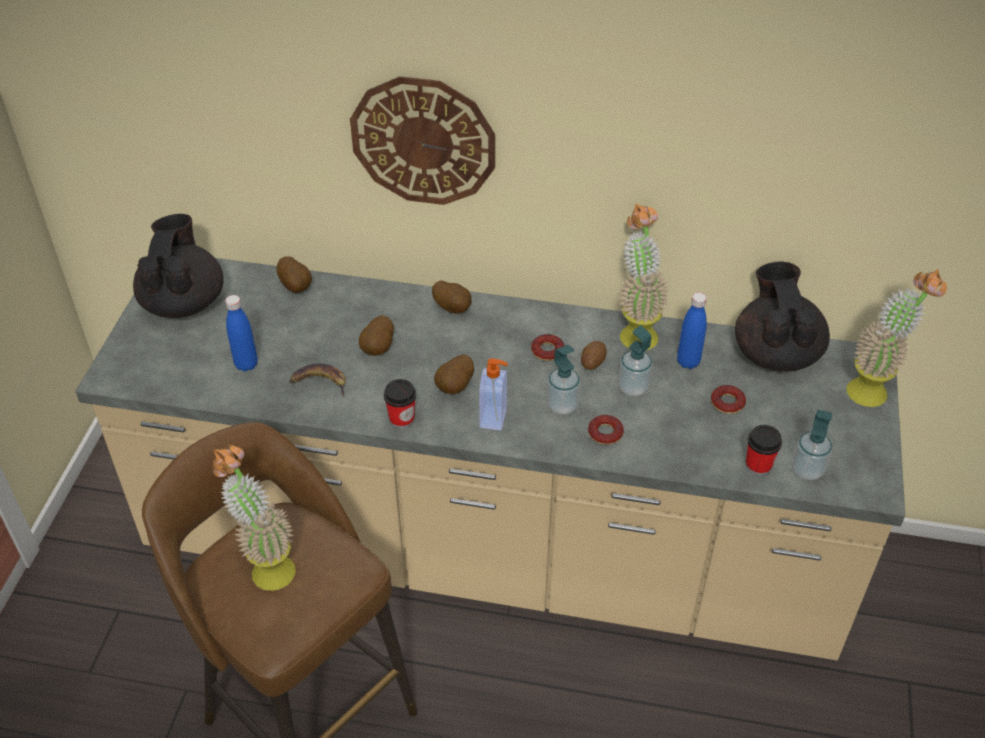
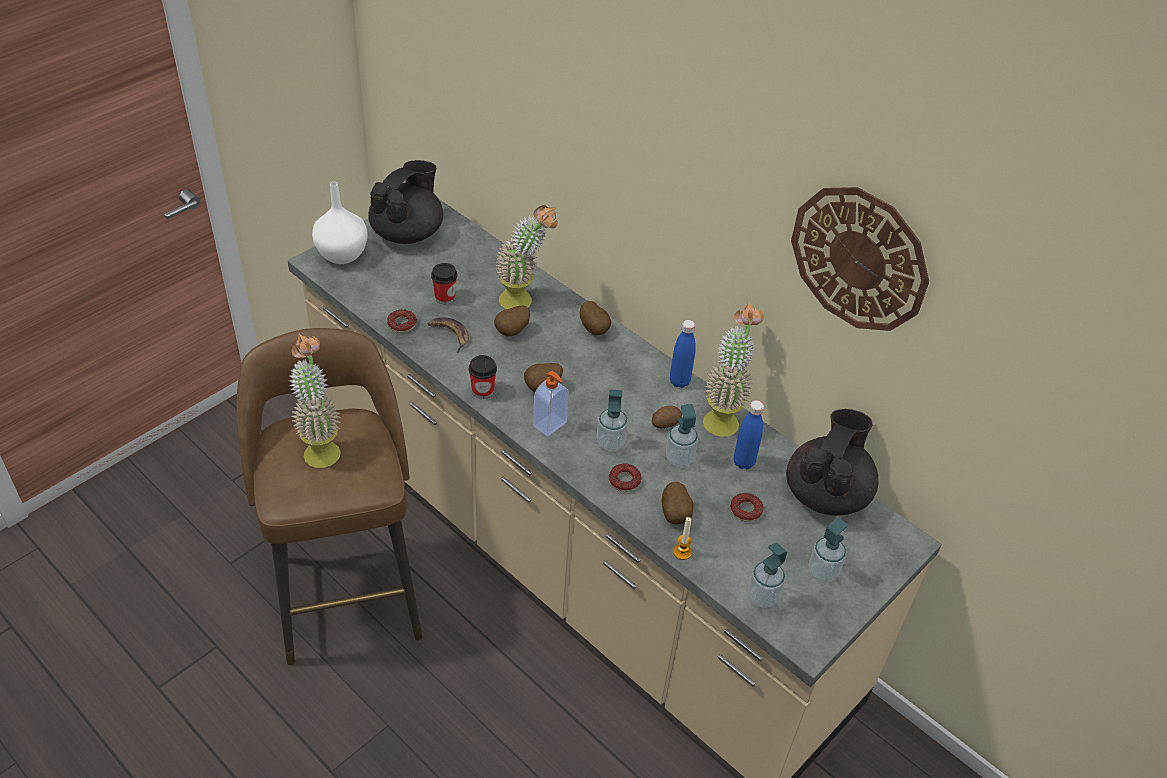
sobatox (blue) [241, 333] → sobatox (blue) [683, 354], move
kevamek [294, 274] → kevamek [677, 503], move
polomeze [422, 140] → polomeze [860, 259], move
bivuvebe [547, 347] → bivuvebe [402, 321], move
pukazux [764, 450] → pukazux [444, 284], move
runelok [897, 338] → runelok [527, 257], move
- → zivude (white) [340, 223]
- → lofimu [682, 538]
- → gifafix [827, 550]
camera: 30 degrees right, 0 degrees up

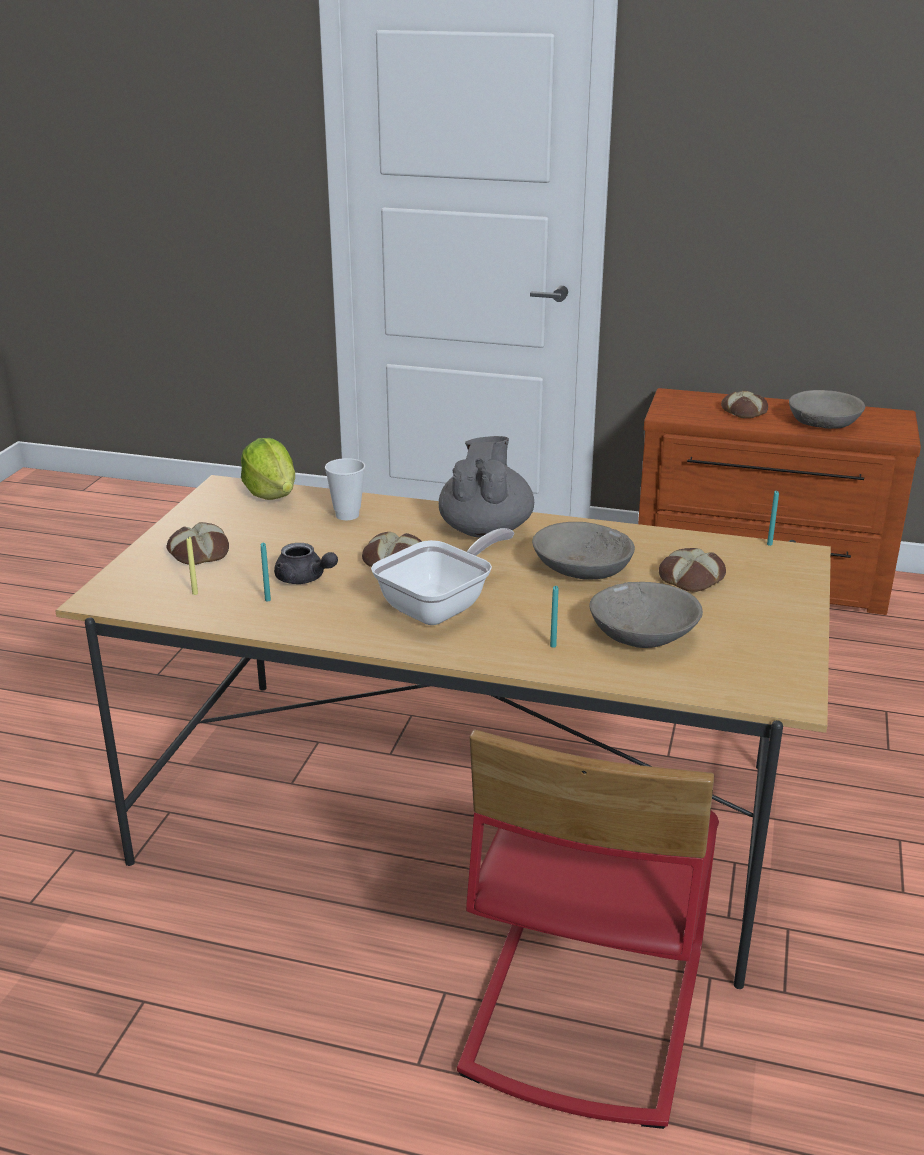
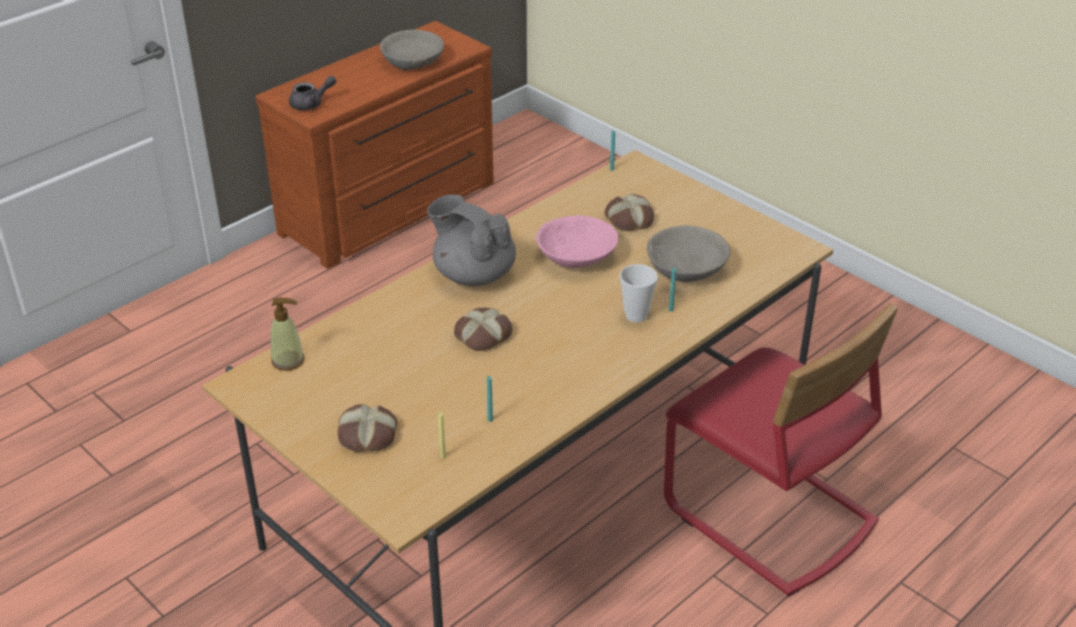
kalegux [268, 469] → gifafix [287, 334]
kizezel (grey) [306, 563] → kizezel (grey) [312, 93], move
pukazux [345, 489] → pukazux [639, 293], move
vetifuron [442, 576] → -
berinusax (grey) [583, 551] → berinusax (pink) [577, 241]
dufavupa [744, 404] → -
camera: 60 degrees left, 10 degrees up

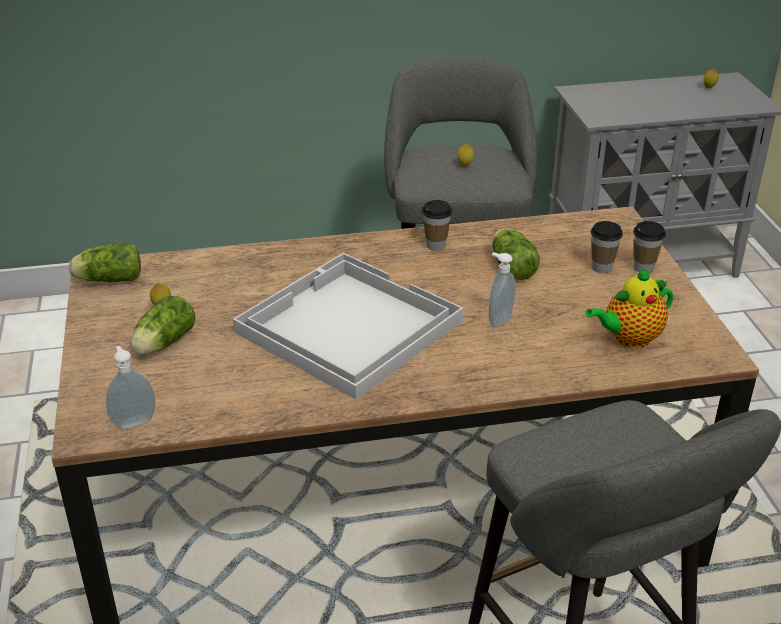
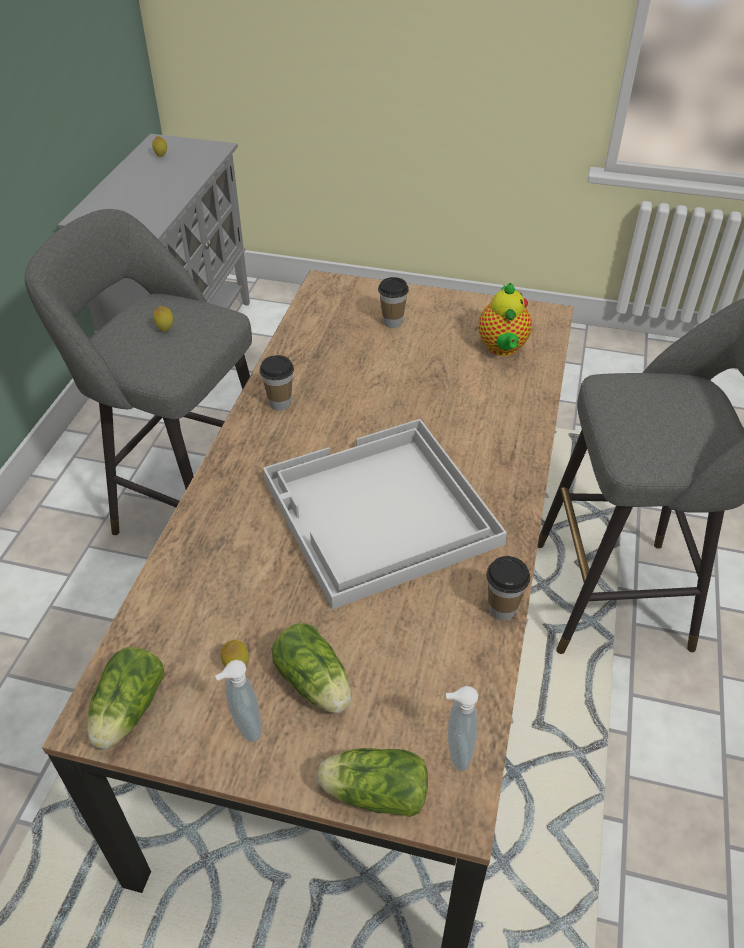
gifafix [502, 289] → gifafix [238, 701], move
kalegux [516, 254] → kalegux [373, 782], move
pukazux [649, 247] → pukazux [508, 588], move
camera: 65 degrees left, 10 degrees up

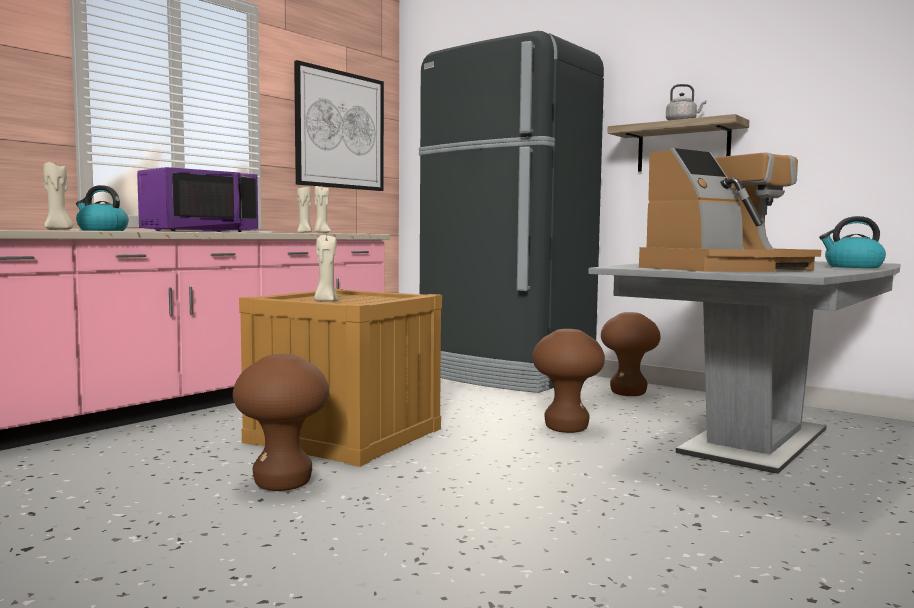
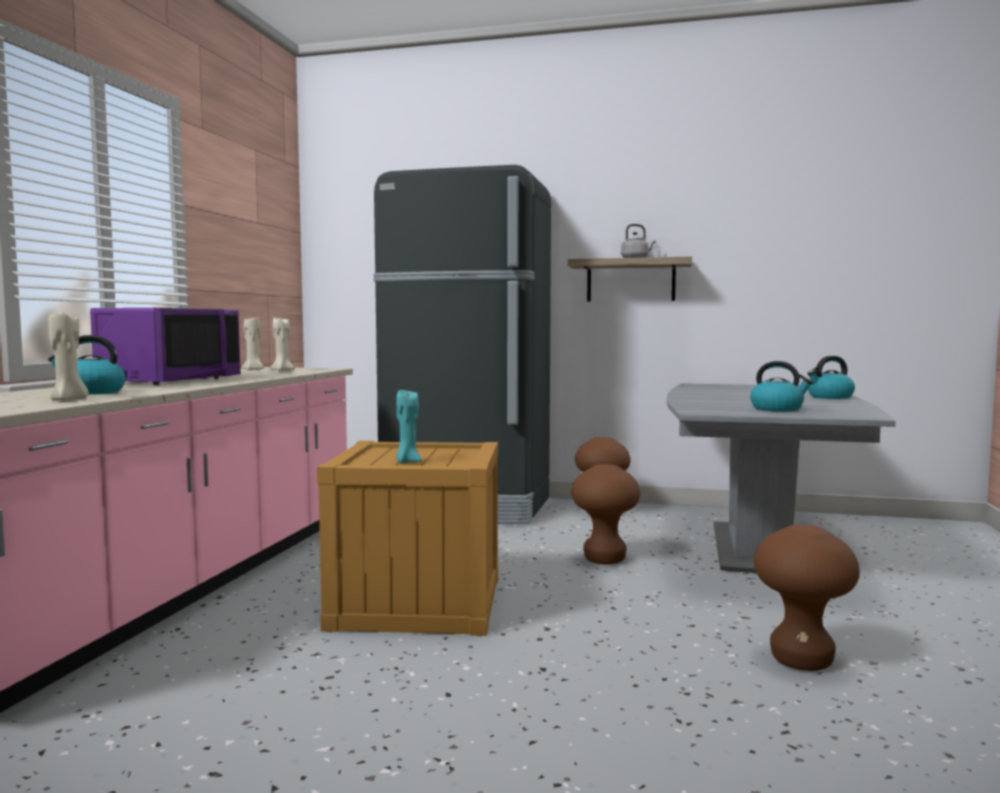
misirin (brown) [281, 422] → misirin (brown) [807, 597], move
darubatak [339, 125] → -
lofimu (beige) [326, 267] → lofimu (turquoise) [409, 425]
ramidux [730, 210] → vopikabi [781, 386]
camera: 25 degrees left, 0 degrees up

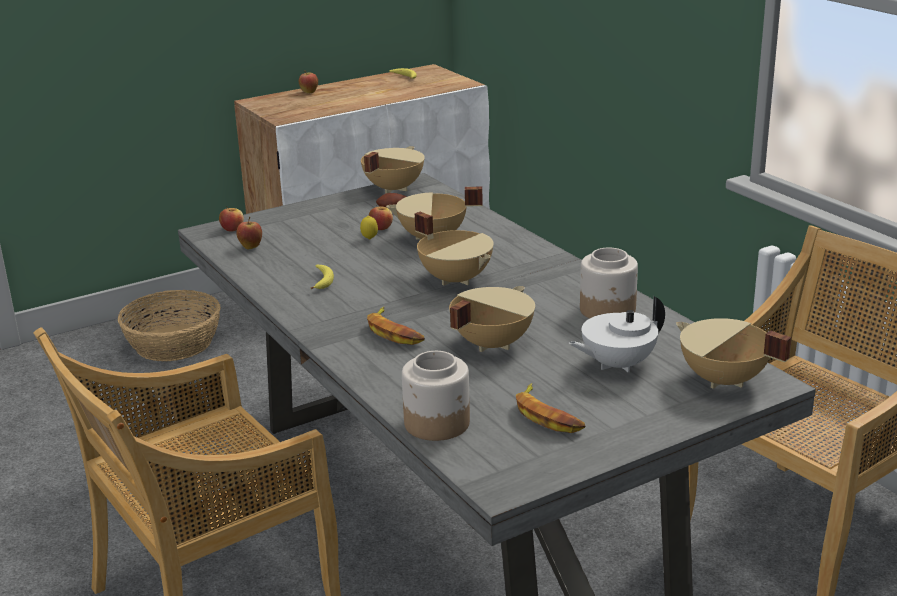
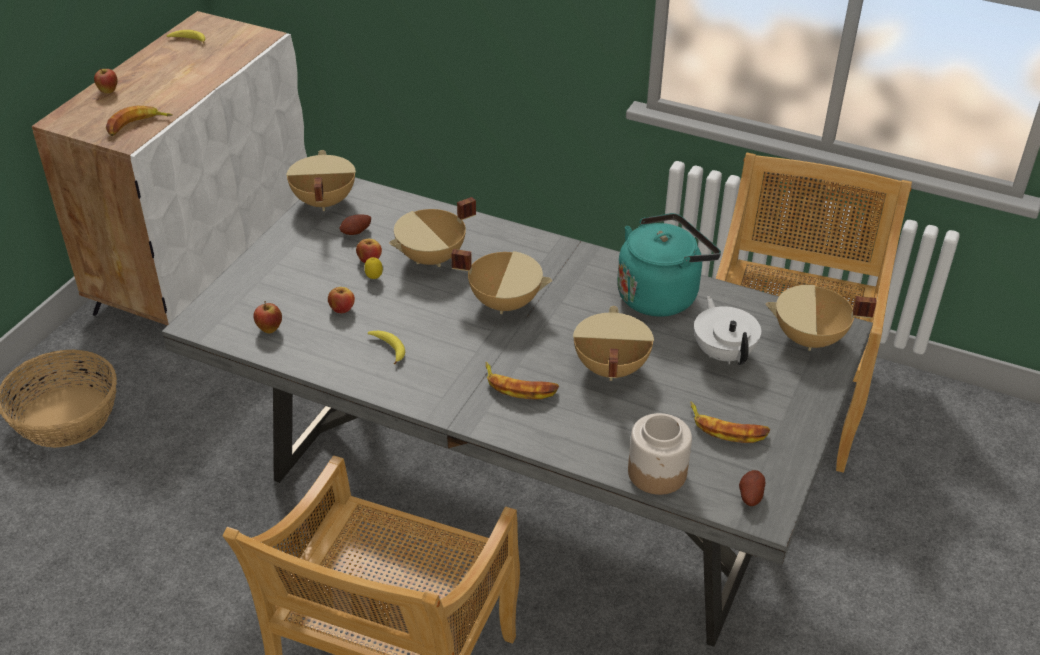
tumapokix [231, 218] → tumapokix [341, 300], move
kizezel (white) [616, 334] → kizezel (white) [727, 330], 135 degrees clockwise
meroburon [609, 283] → vopikabi (turquoise) [669, 265]
- → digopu [139, 121]
- → kevamek [752, 488]
camera: 35 degrees left, 15 degrees up

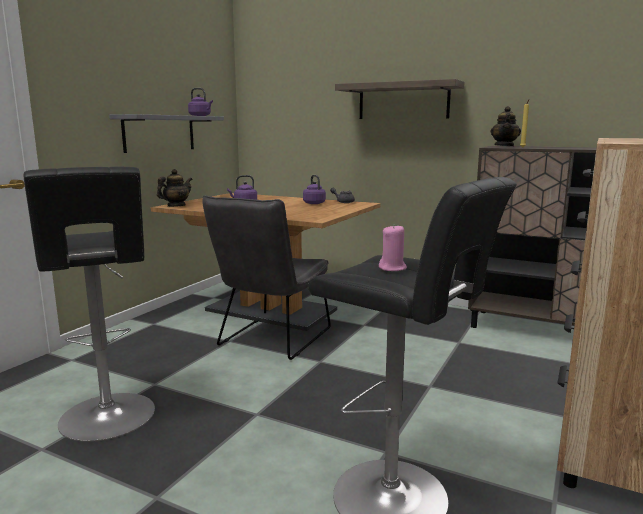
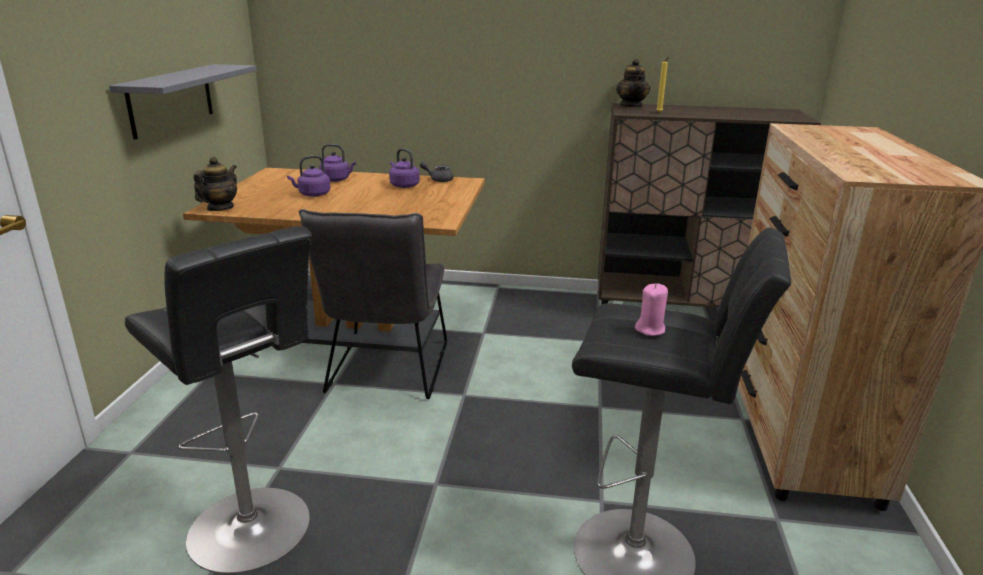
vopikabi (purple) [200, 102] → vopikabi (purple) [337, 163], move
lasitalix [400, 99] → -
camera: 20 degrees left, 10 degrees up

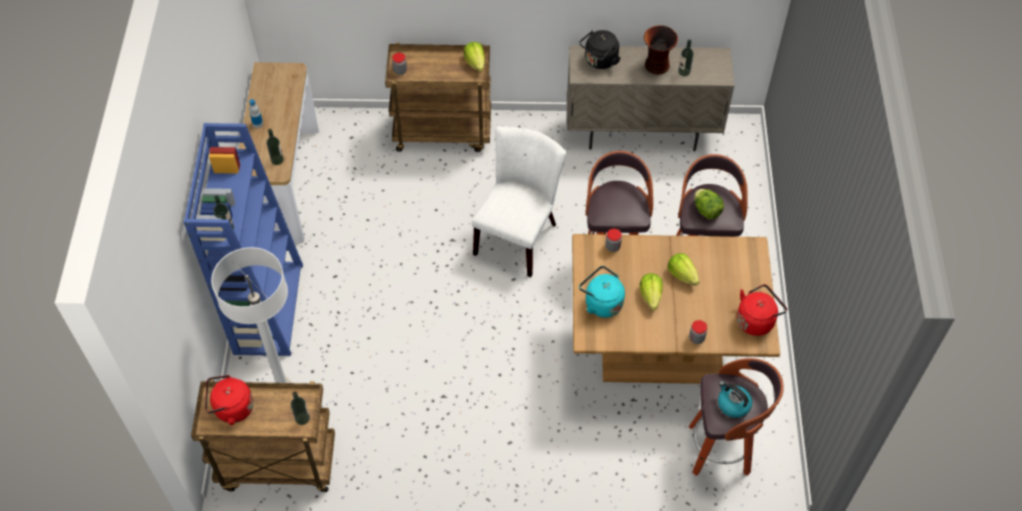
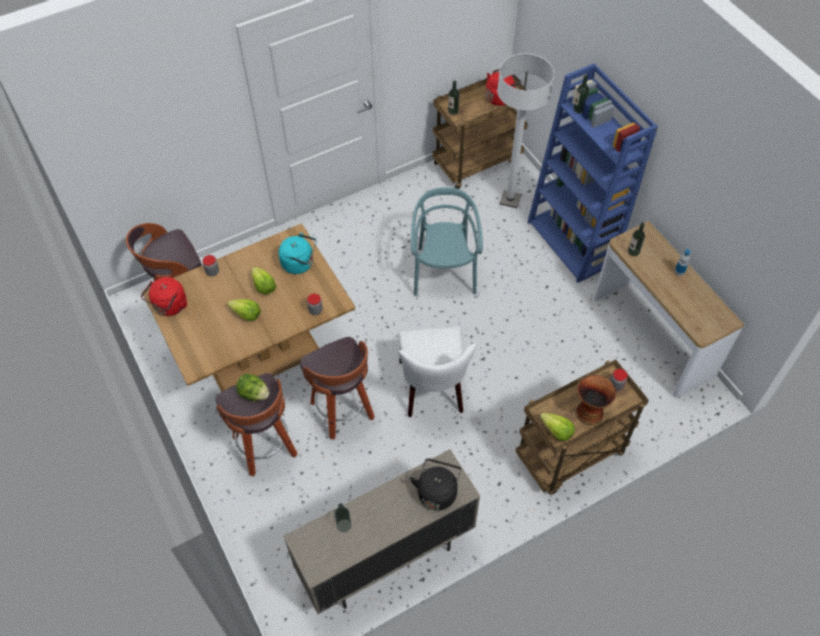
zivude [661, 50] → zivude [596, 400], move
vopikabi [735, 399] → -
- → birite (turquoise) [447, 241]
camera: 150 degrees right, 0 degrees up

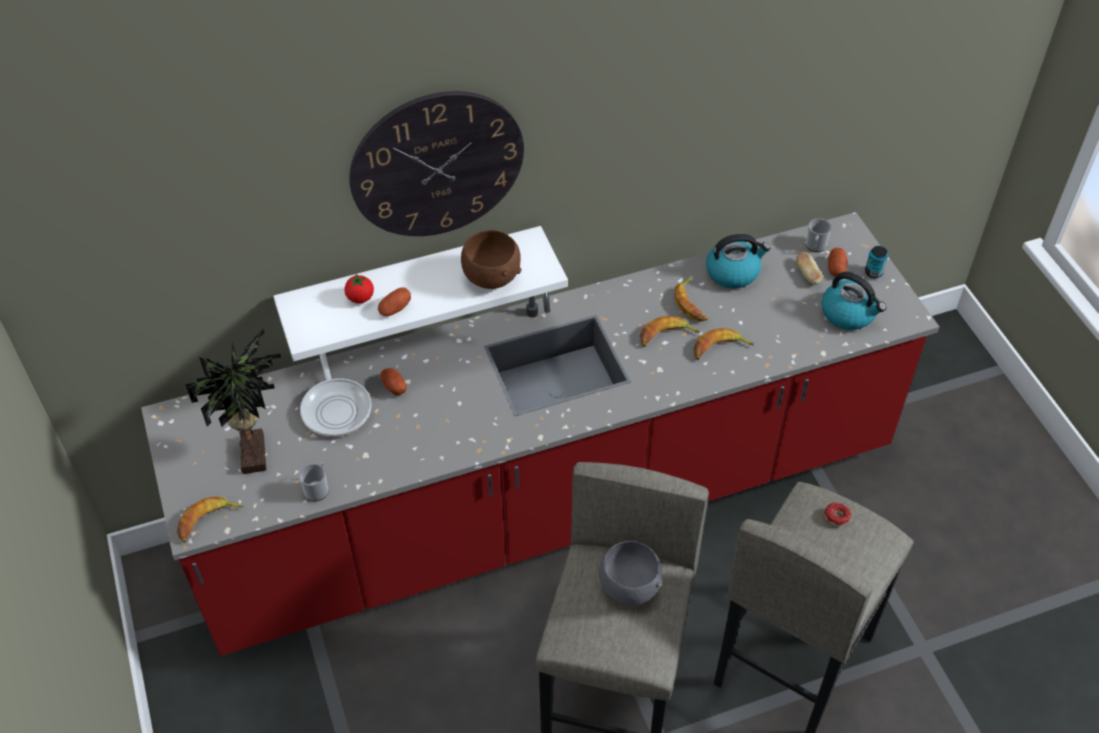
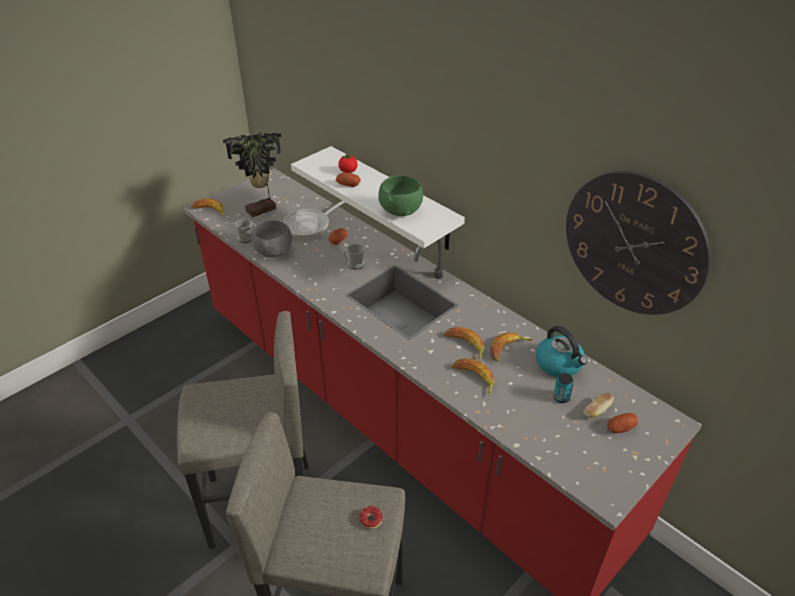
polomeze [436, 163] → polomeze [638, 243], move
berinusax (brown) [491, 259] → berinusax (green) [400, 195]
berinusax (grey) [631, 573] → berinusax (grey) [271, 238], move
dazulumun [819, 235] → dazulumun [353, 257], move
vopikabi [853, 301] → -
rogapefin [876, 262] → rogapefin [563, 388], move
camera: 65 degrees right, 10 degrees down

